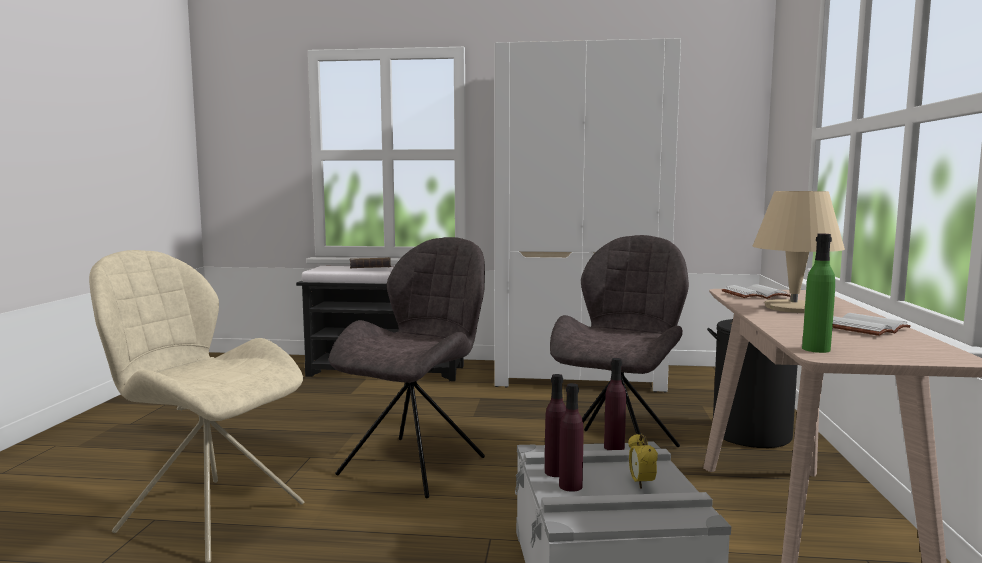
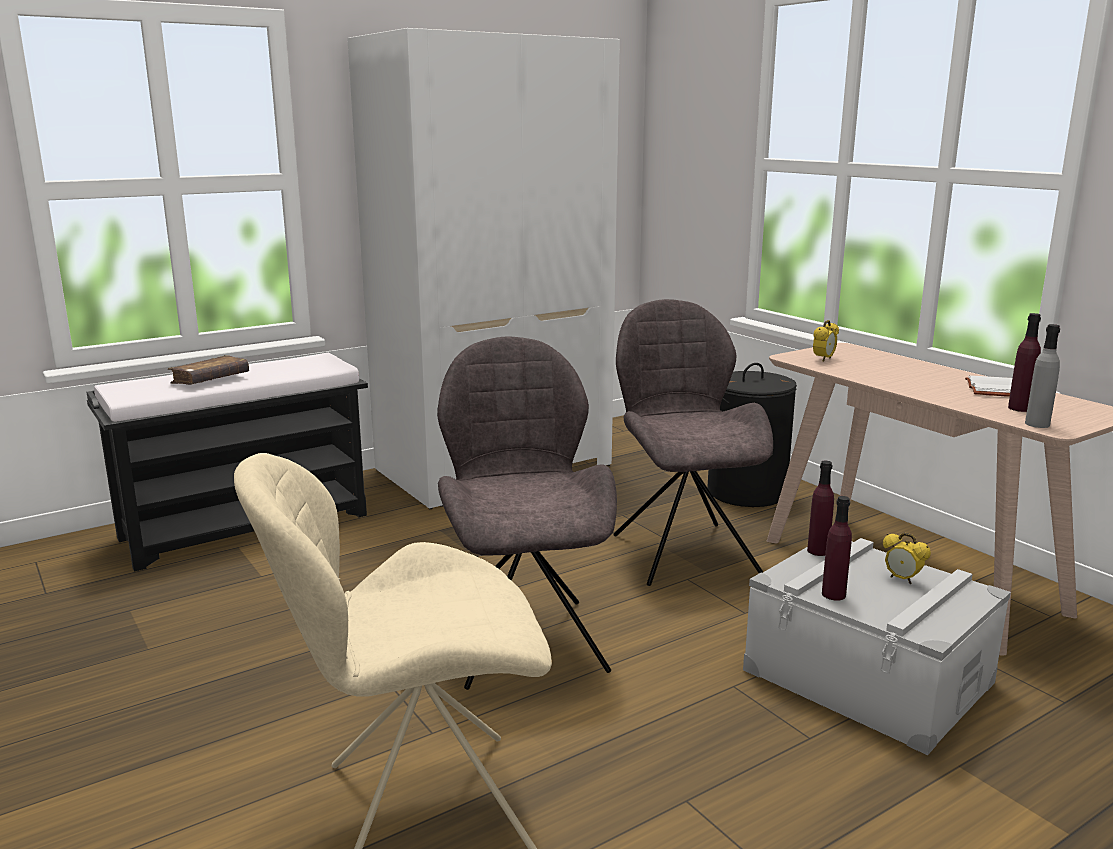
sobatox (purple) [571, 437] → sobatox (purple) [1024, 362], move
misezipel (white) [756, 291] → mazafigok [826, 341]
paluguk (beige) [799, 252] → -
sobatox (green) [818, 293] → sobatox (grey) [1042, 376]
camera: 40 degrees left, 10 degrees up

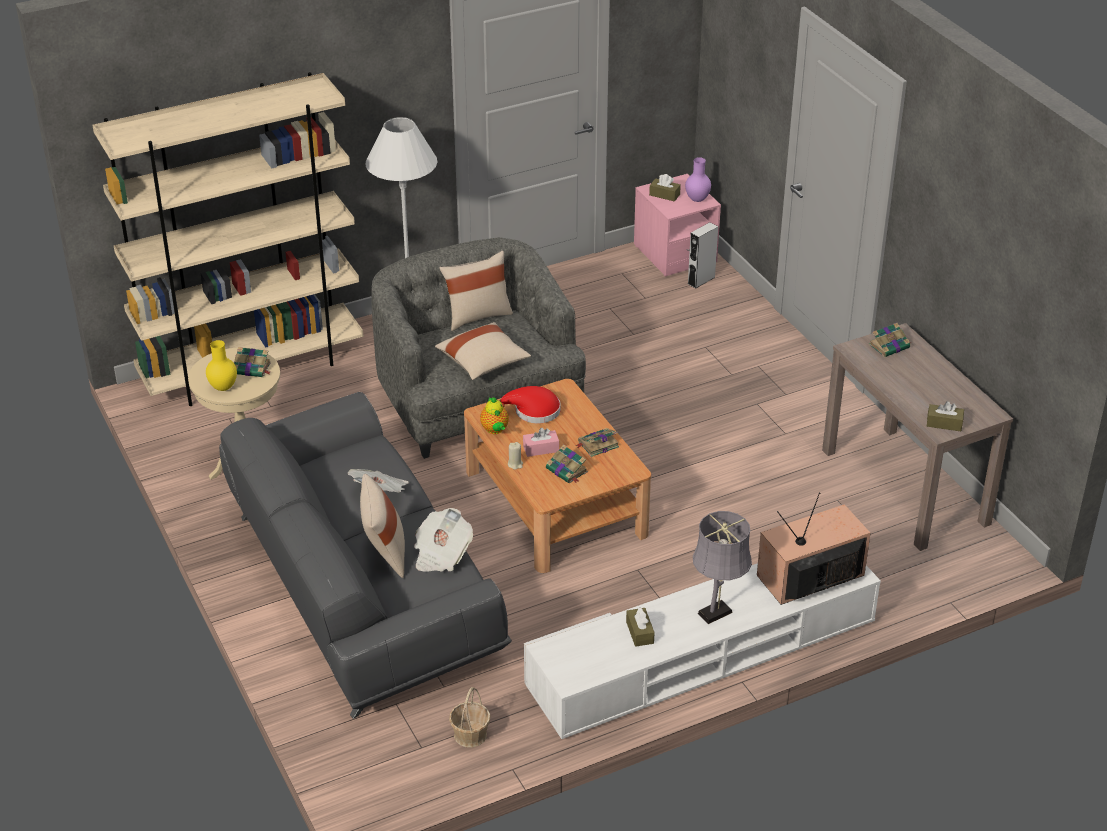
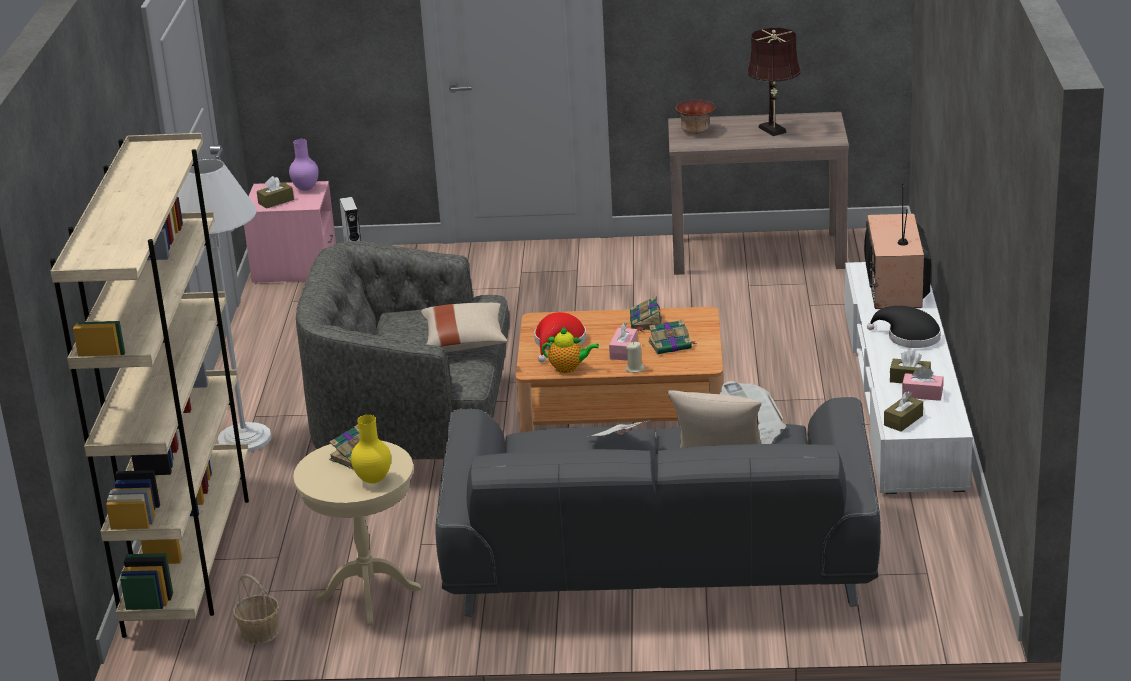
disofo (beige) [476, 291] → -
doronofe [469, 717] → doronofe [256, 609], move
paluguk (grey) [722, 567] → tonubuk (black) [904, 327]
misezipel [890, 340] → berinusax [695, 116]
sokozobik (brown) [945, 416] → sokozobik (brown) [903, 411], move
- → paluguk (brown) [774, 81]
- → sokozobik (pink) [922, 383]
camera: 60 degrees left, 10 degrees down

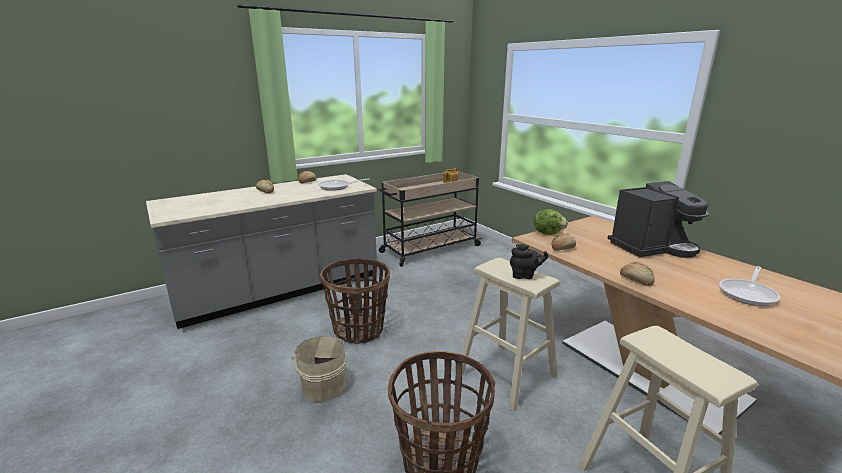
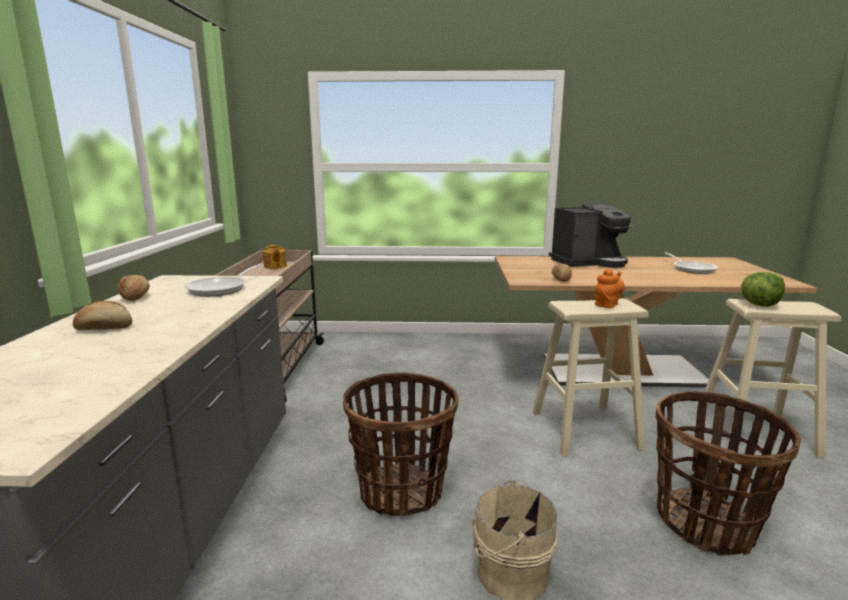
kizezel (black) [529, 261] → kizezel (orange) [609, 288]
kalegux [551, 222] → kalegux [763, 289], move
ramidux [658, 219] → ramidux [590, 235], 60 degrees clockwise
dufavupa [637, 274] → -
camera: 55 degrees left, 5 degrees down

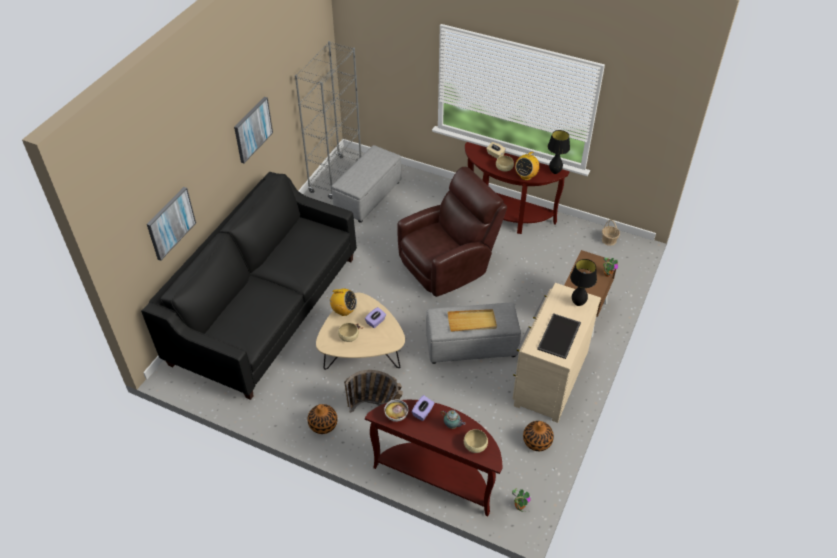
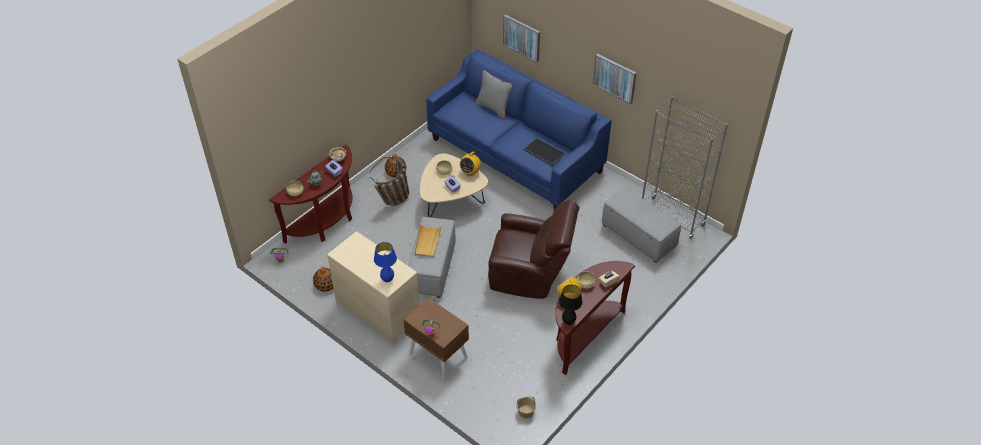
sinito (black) [249, 286] → sinito (blue) [519, 129]
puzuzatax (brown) [452, 232] → puzuzatax (brown) [534, 249], 60 degrees counterclockwise
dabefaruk [559, 336] → dabefaruk [544, 152], move
paluguk (black) [583, 282] → paluguk (blue) [385, 262]
- → disofo (grey) [494, 94]
camera: 105 degrees right, 0 degrees up

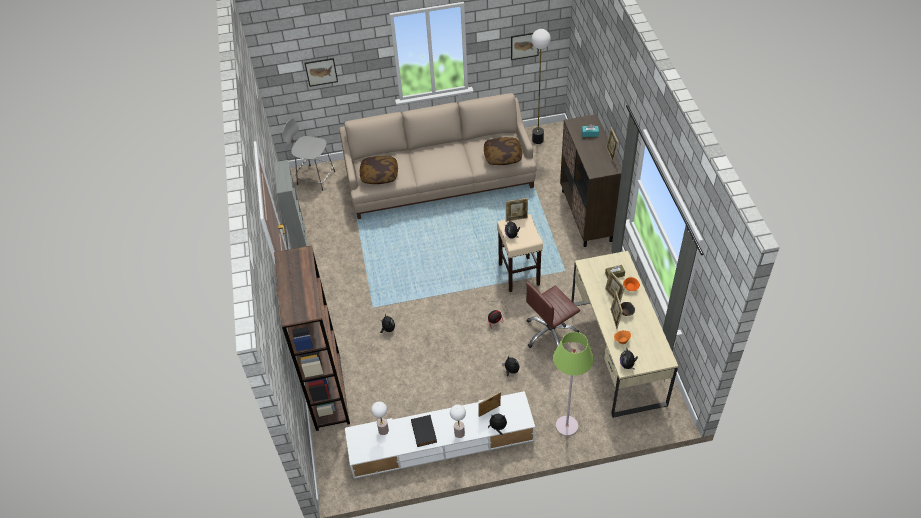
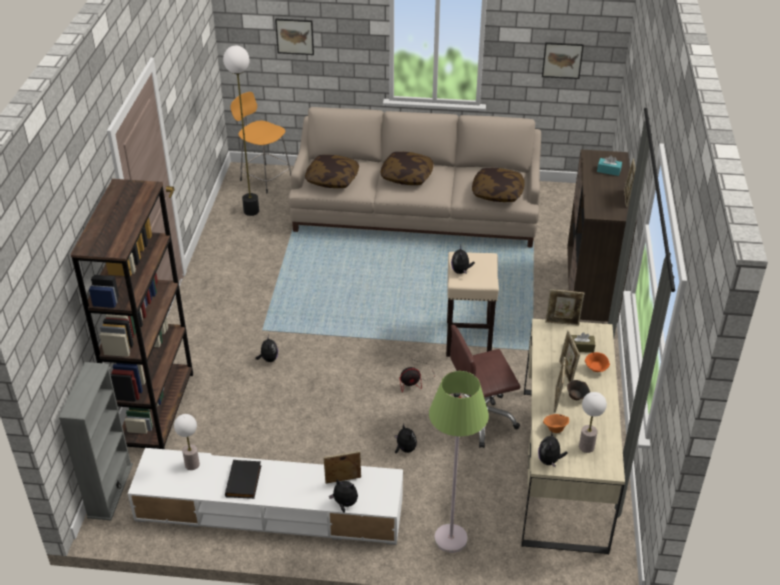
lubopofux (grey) [290, 204] → lubopofux (grey) [95, 441], move
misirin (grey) [308, 154] → misirin (orange) [260, 143]
paluguk [458, 421] → paluguk [593, 422], move
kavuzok [517, 210] → kavuzok [565, 307], move
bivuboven [541, 86] → bivuboven [241, 131], move
- → disofo [407, 168]
camera: 15 degrees right, 10 degrees down

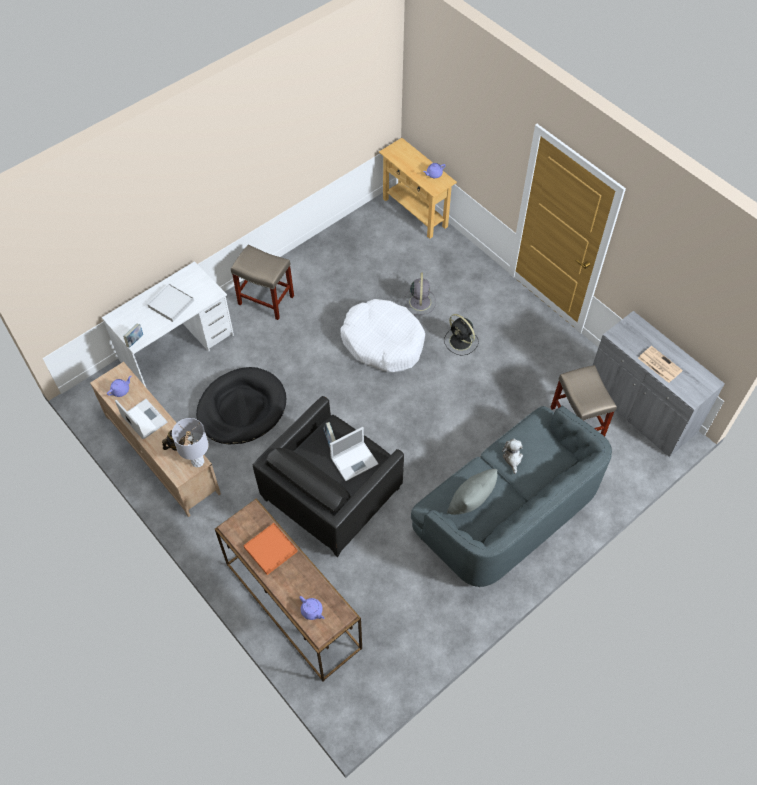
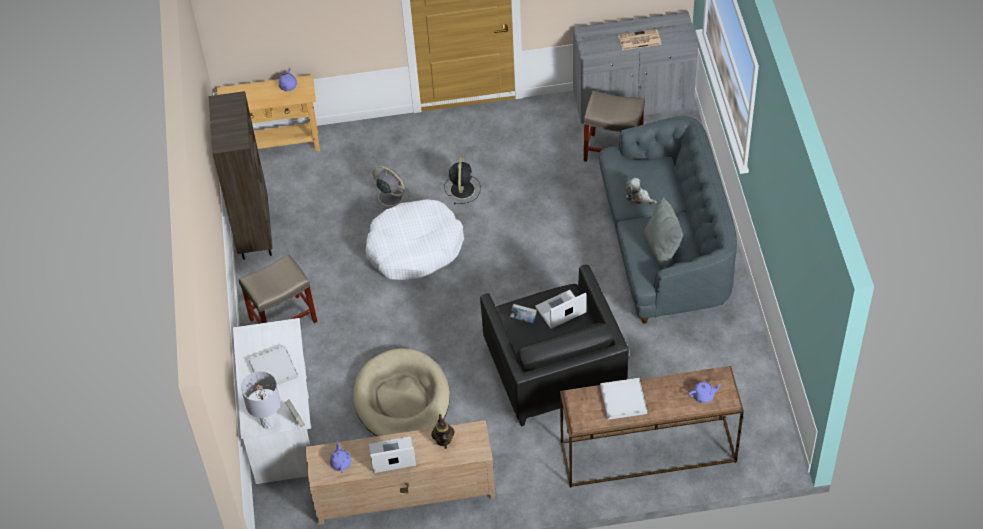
paluguk (grey) [190, 442] → paluguk (grey) [261, 400], move
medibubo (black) [241, 405] → medibubo (beige) [401, 392]
dabefaruk (orange) [270, 549] → dabefaruk (white) [623, 399]
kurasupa [354, 454] → kurasupa [561, 309], 120 degrees counterclockwise
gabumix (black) [461, 335] → gabumix (black) [462, 179], 75 degrees counterclockwise
- → lubopofux (brown) [240, 175]
camera: 55 degrees left, 5 degrees down

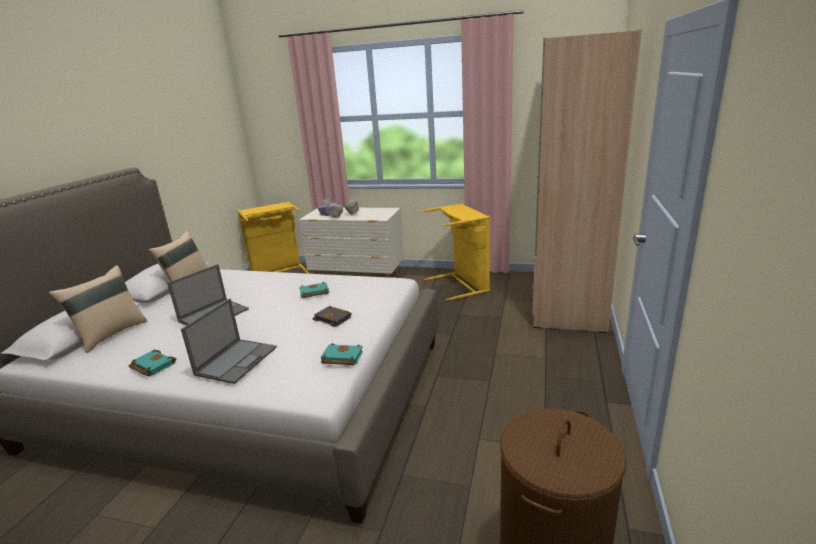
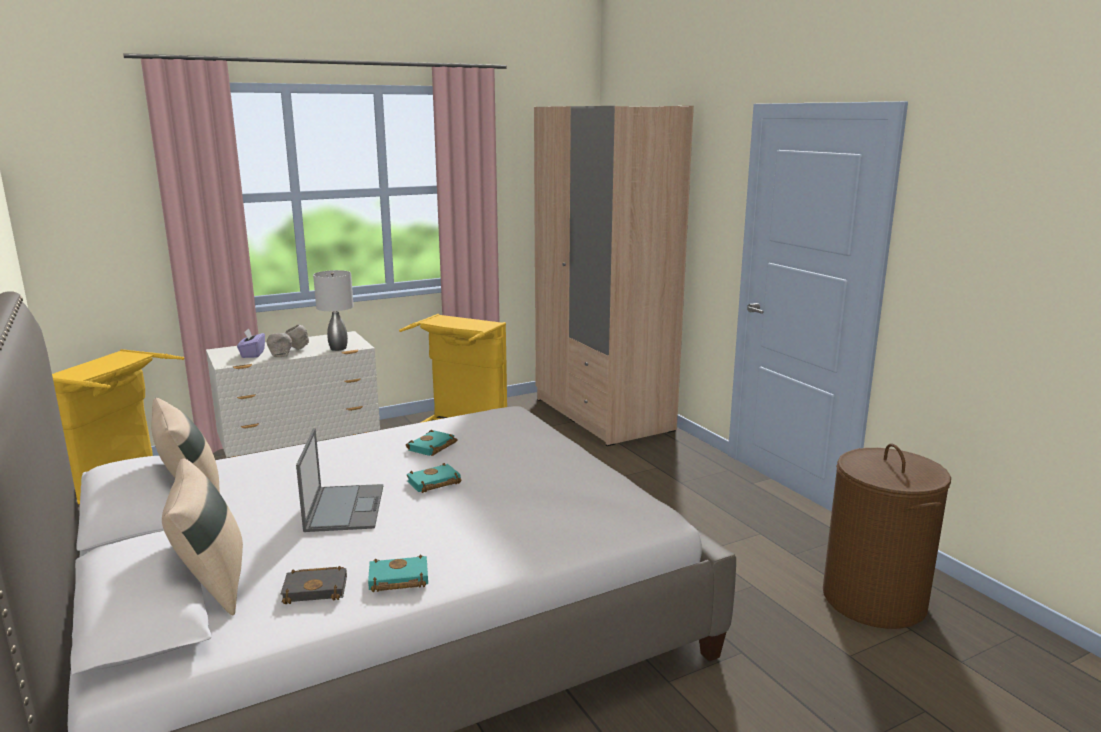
kurasupa [229, 341] → -
misezipel (black) [332, 316] → misezipel (black) [314, 585], move
misezipel (turquoise) [342, 354] → misezipel (turquoise) [434, 478], move
- → paluguk (grey) [333, 310]
camera: 45 degrees left, 5 degrees down

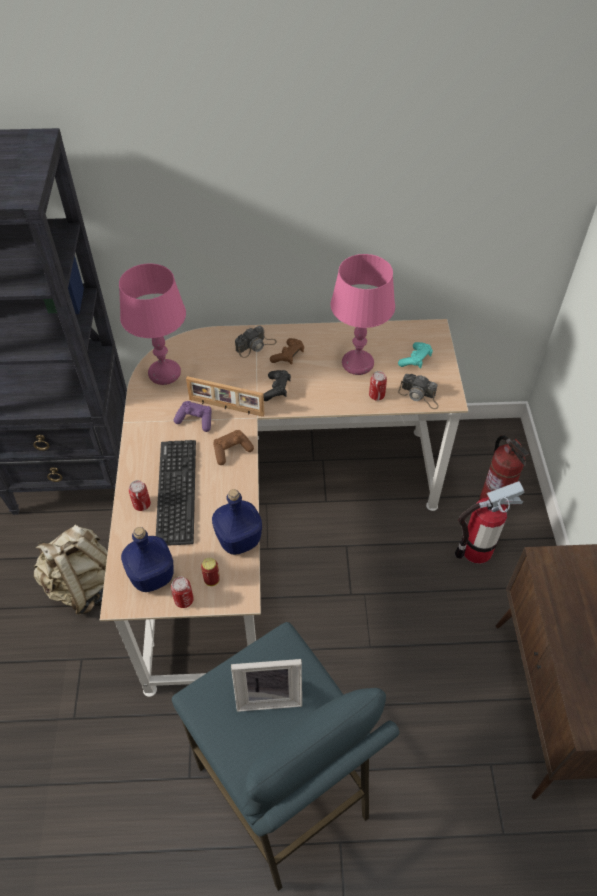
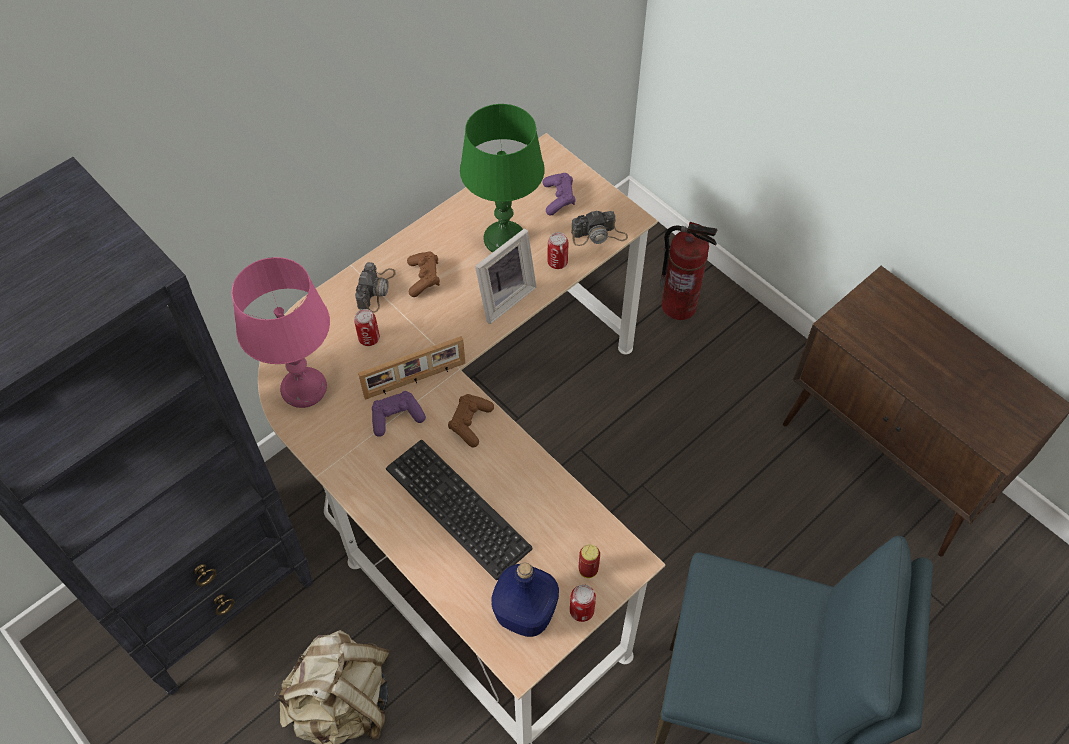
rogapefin [140, 495] → rogapefin [367, 327], move
sobatox (blue) [237, 522] → -
kavuzok [266, 685] → kavuzok [506, 276], move
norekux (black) [277, 385] → -
paluguk (pink) [363, 314] → paluguk (green) [502, 178]
norekux (turquoise) [415, 355] → norekux (purple) [559, 194]
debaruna [489, 522] → -
camera: 40 degrees left, 5 degrees up

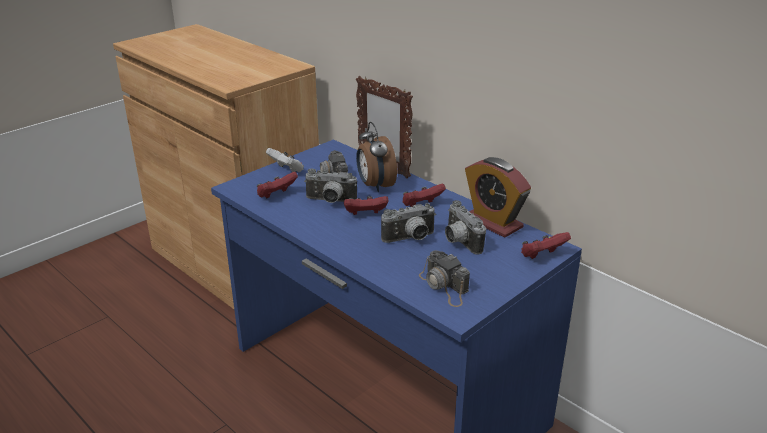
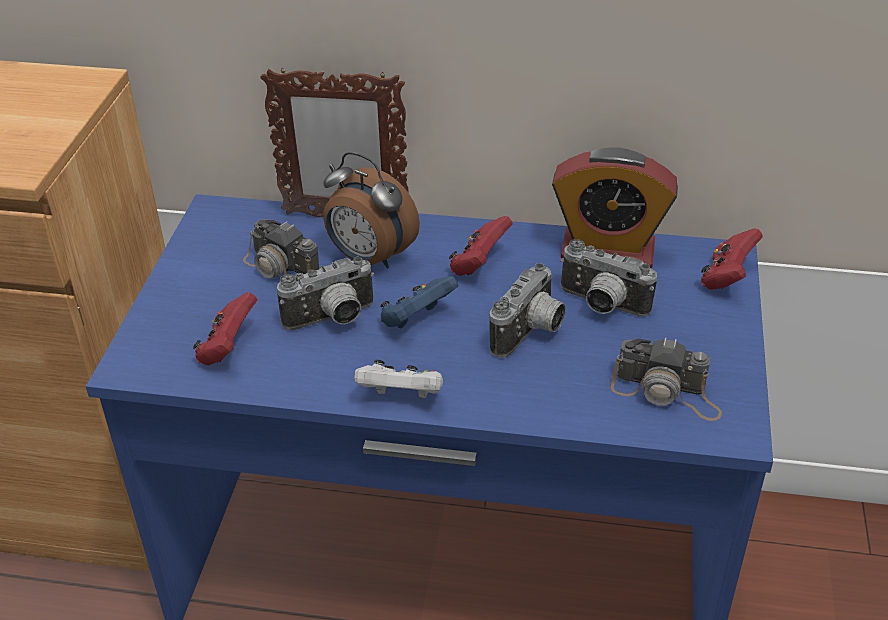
norekux (white) [285, 160] → norekux (white) [398, 379], move
norekux (red) [366, 205] → norekux (blue) [419, 302]
camera: 35 degrees left, 10 degrees up

